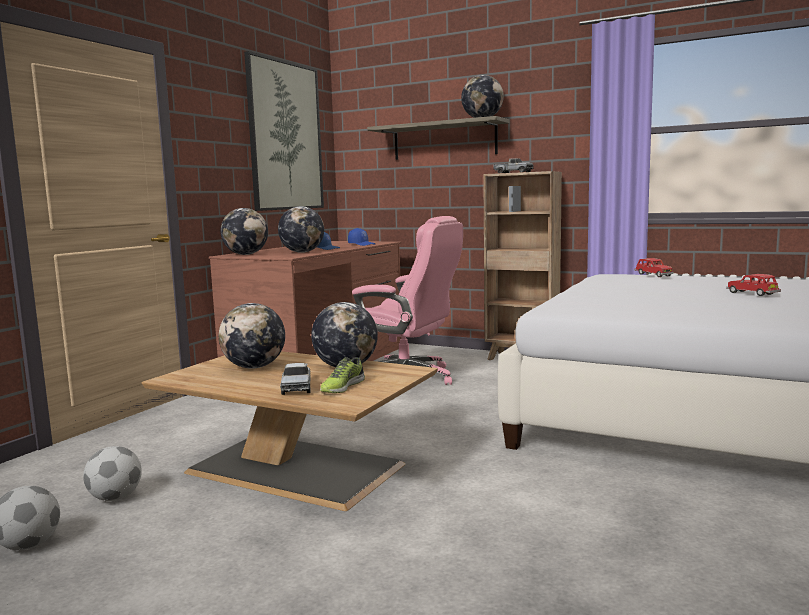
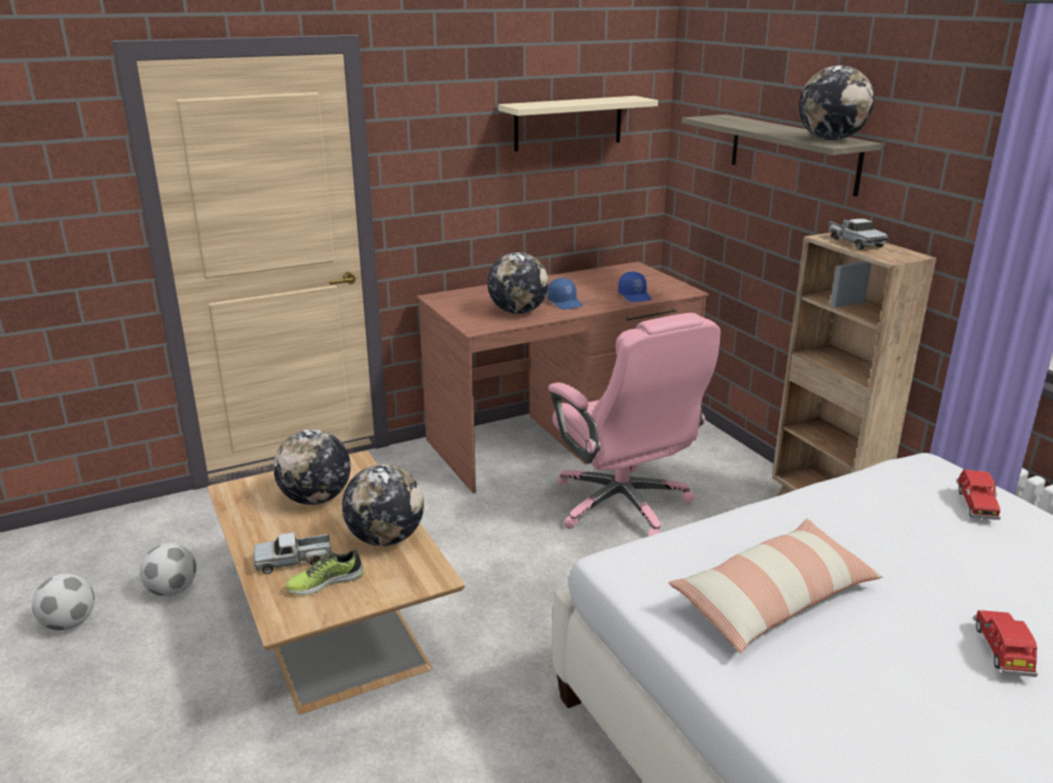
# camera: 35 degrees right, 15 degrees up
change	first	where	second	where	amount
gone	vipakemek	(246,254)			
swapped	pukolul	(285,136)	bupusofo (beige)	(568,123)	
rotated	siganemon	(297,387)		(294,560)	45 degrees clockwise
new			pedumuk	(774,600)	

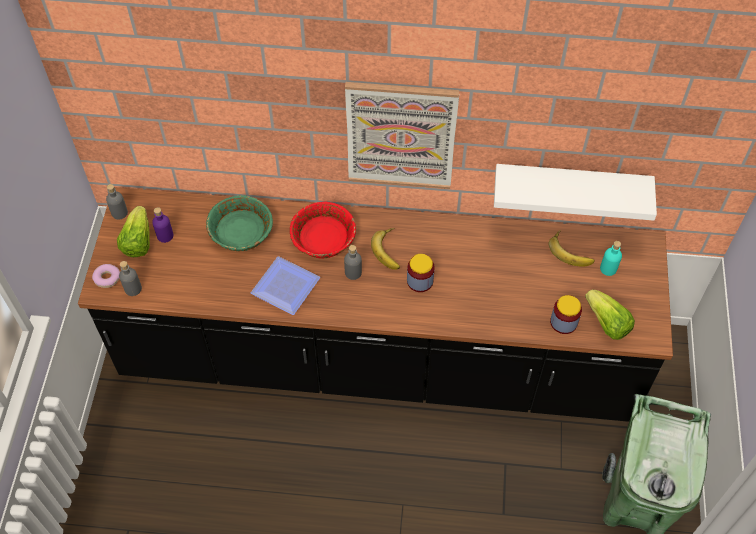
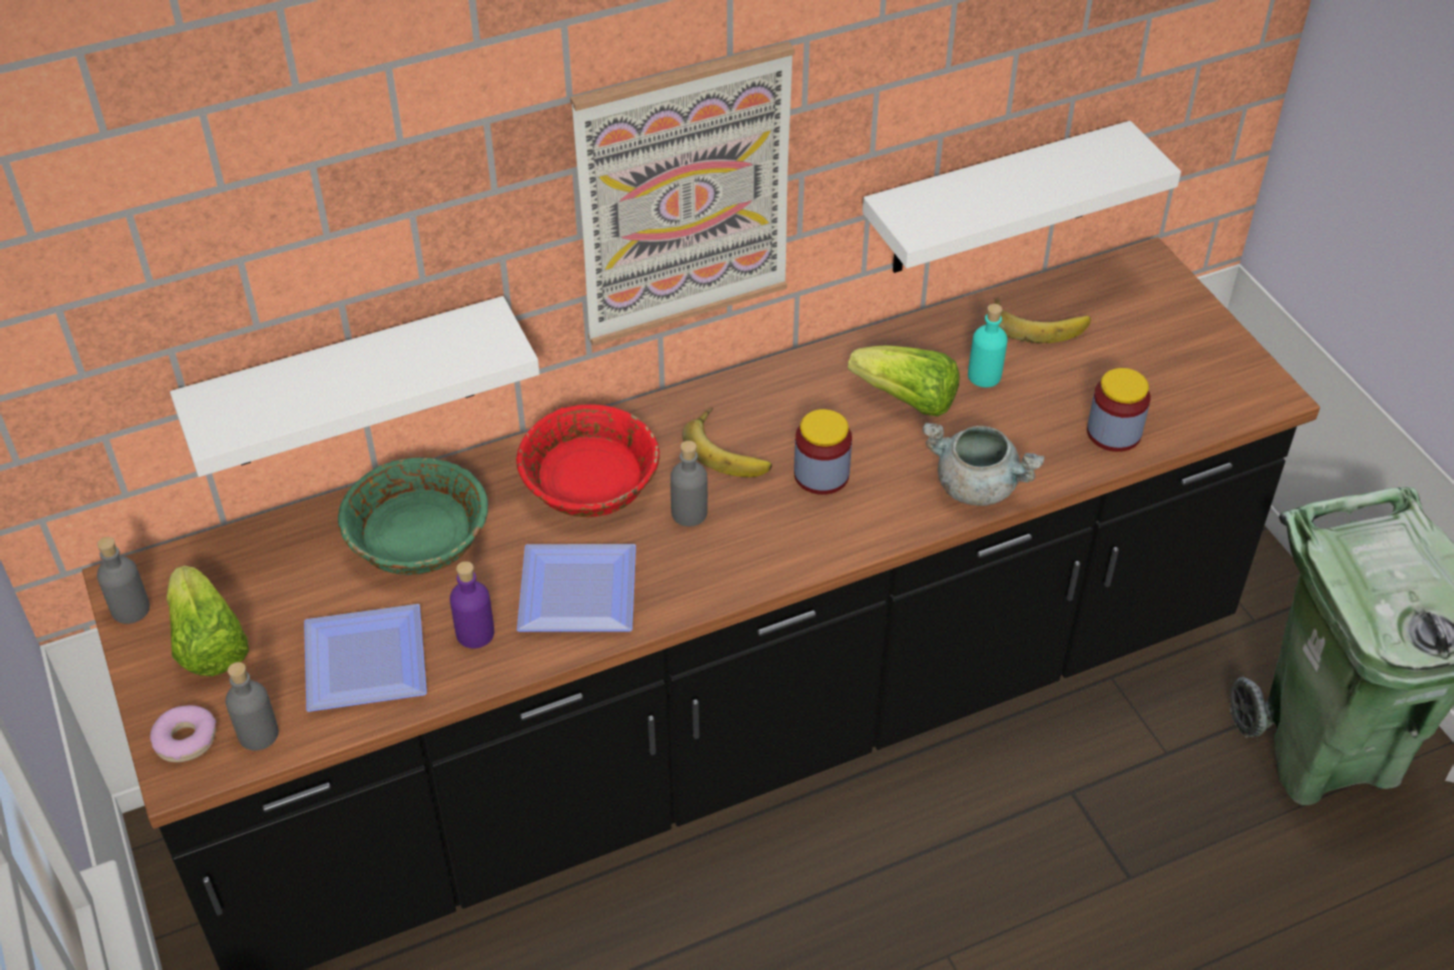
# camera: 30 degrees left, 10 degrees down
change	first	where	second	where	amount
shifted	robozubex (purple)	(165,236)		(475,633)	
shifted	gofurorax	(606,323)		(907,400)	
shifted	robozubex (turquoise)	(608,269)		(984,376)	
new			bupusofo (white)	(350,385)	
new			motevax	(361,659)	
new			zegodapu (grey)	(977,486)	

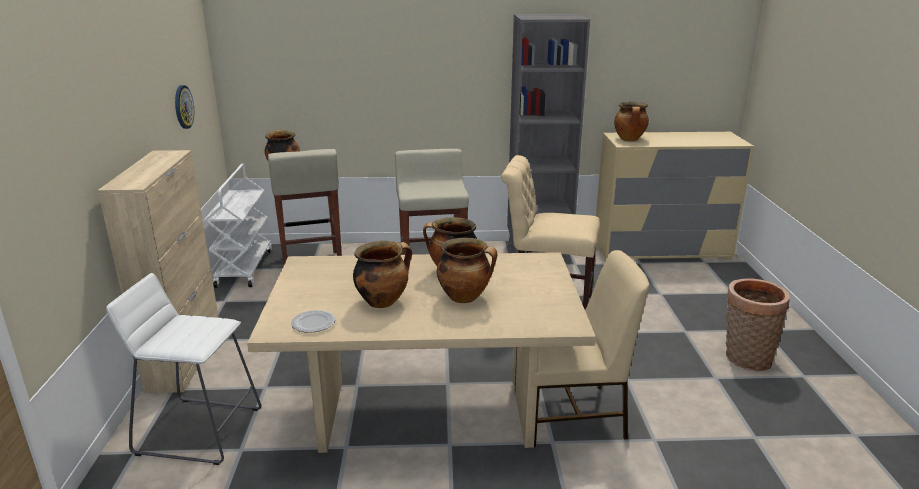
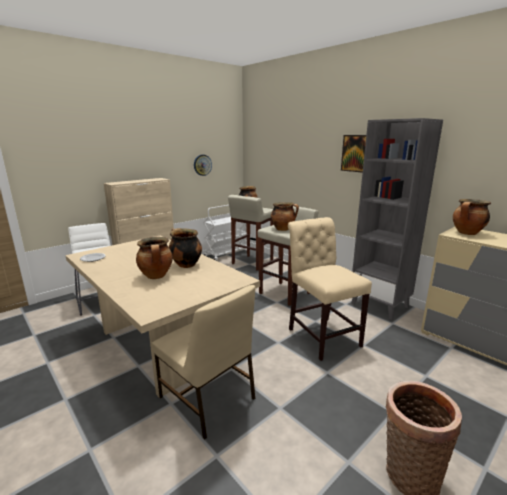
# camera: 50 degrees right, 5 degrees down
change	first	where	second	where	amount
shifted	zegodapu	(383,301)		(283,229)	
new			pukolul	(355,153)	

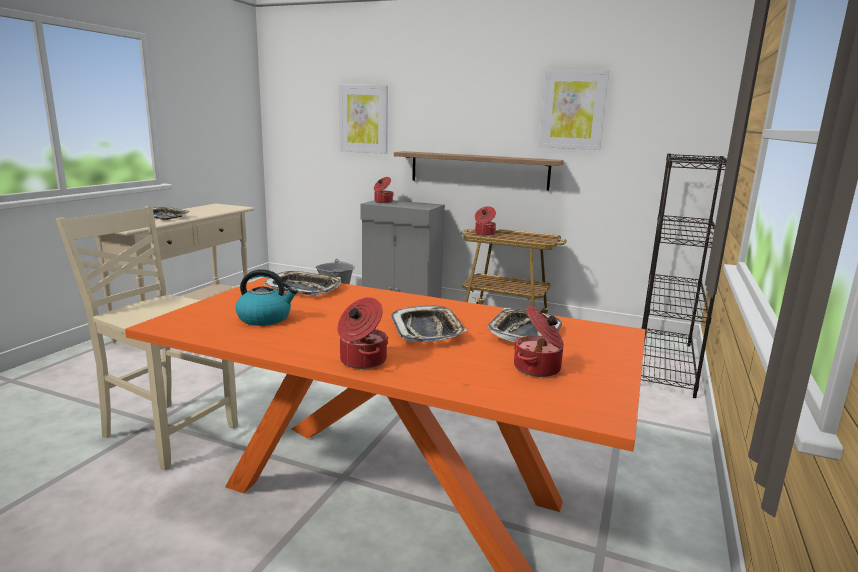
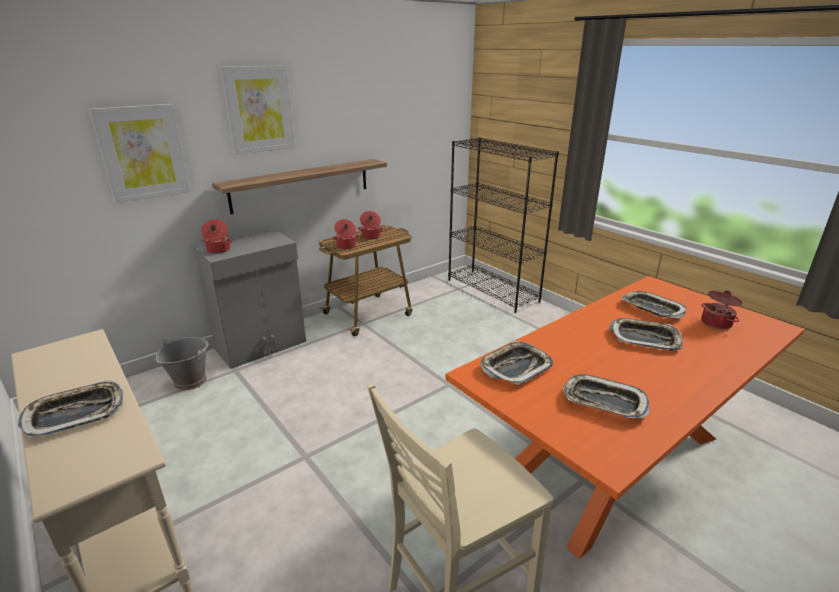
# camera: 60 degrees left, 10 degrees up
change	first	where	second	where	amount
swapped	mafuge	(265,318)	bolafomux	(603,401)	
shifted	zegodapu	(361,360)		(370,237)	
shifted	pukolul	(573,110)		(259,109)	

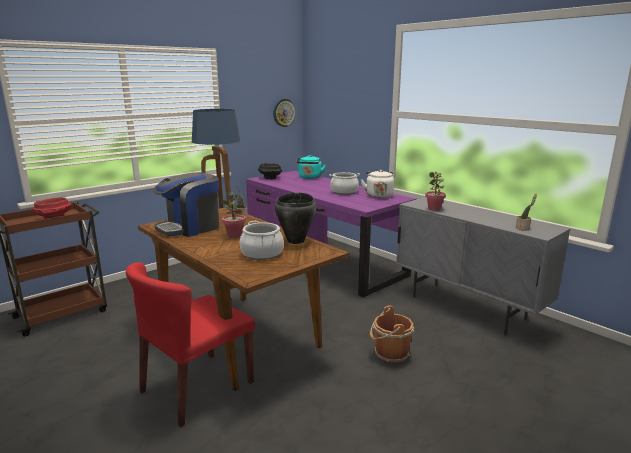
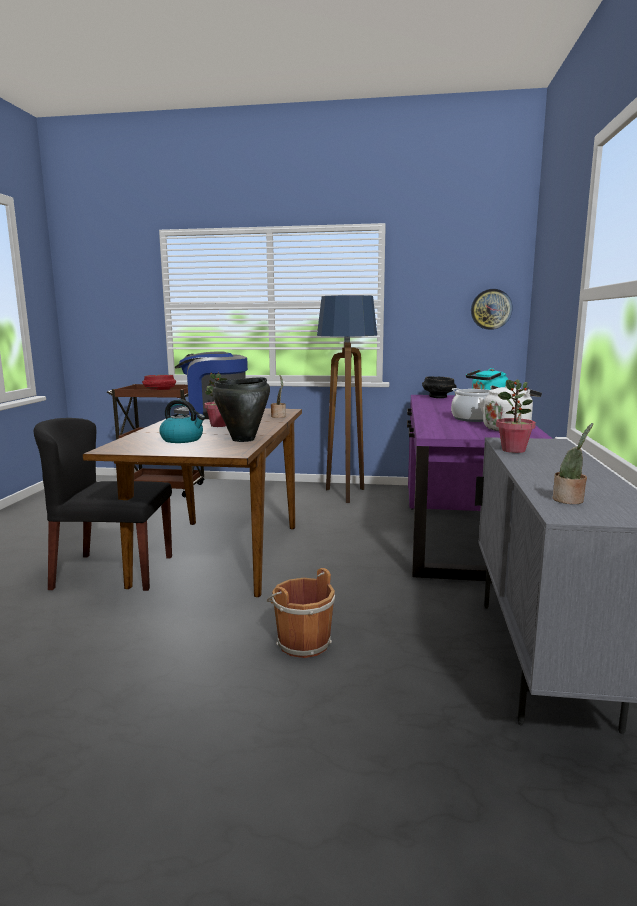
# camera: 50 degrees right, 5 degrees down
change	first	where	second	where	amount
repainted	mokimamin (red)	(197,387)	mokimamin (black)	(113,572)	
swapped	zegodapu	(262,253)	mafuge	(183,439)	

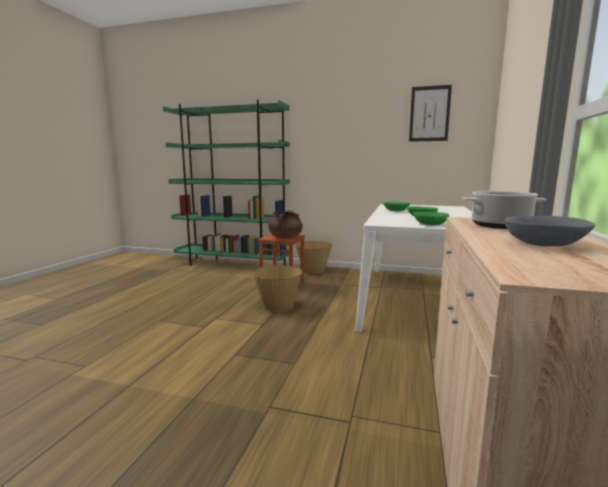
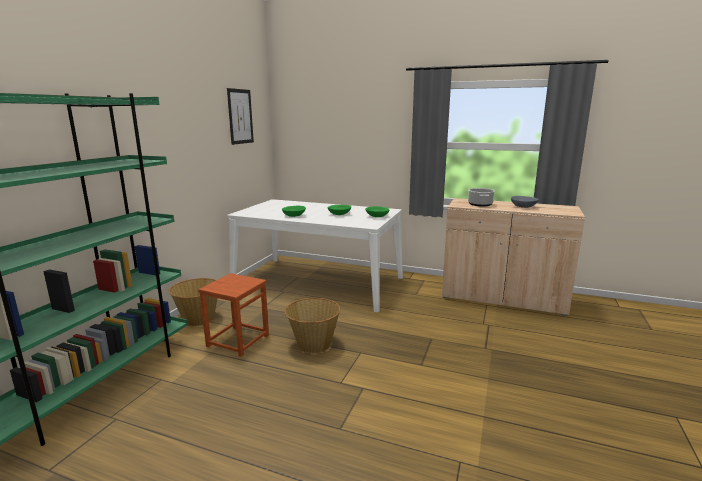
# camera: 85 degrees left, 5 degrees up
change	first	where	second	where	amount
gone	zegodapu (brown)	(285,237)			

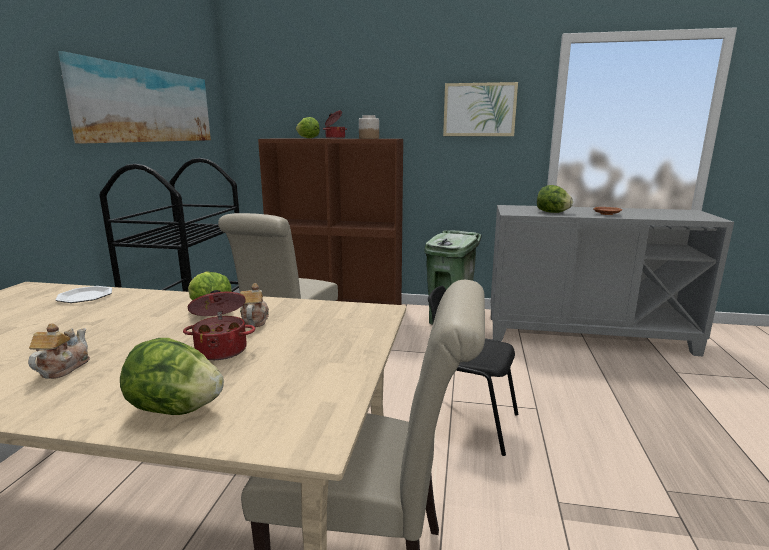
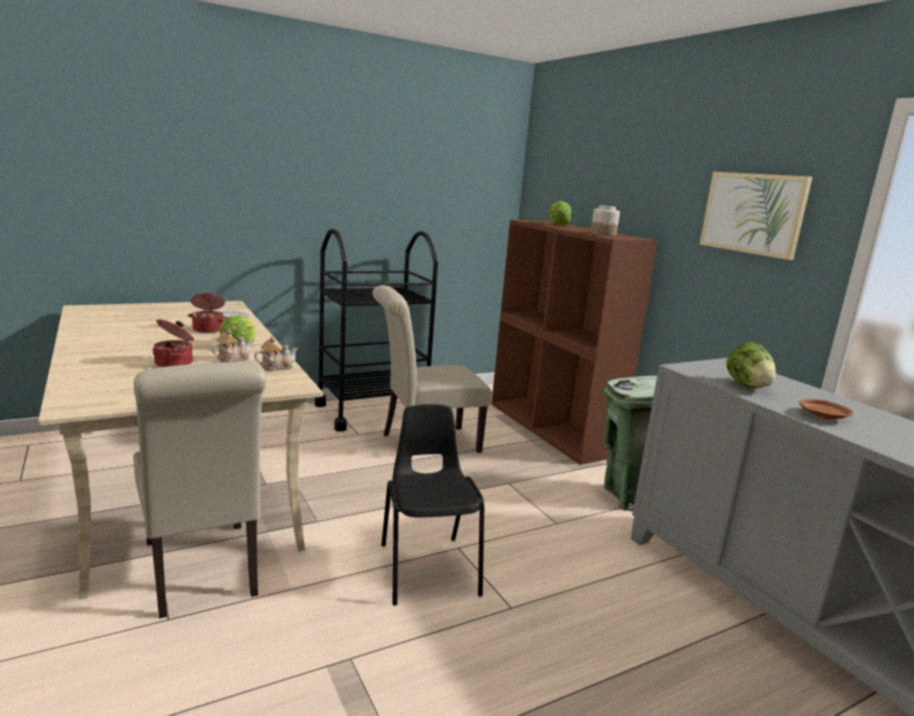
# camera: 50 degrees right, 0 degrees up
change	first	where	second	where	amount
shifted	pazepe	(63,368)		(276,367)	
gone	pukolul	(146,105)			
gone	gofurorax	(175,409)			
shifted	zegodapu	(335,138)		(208,329)	

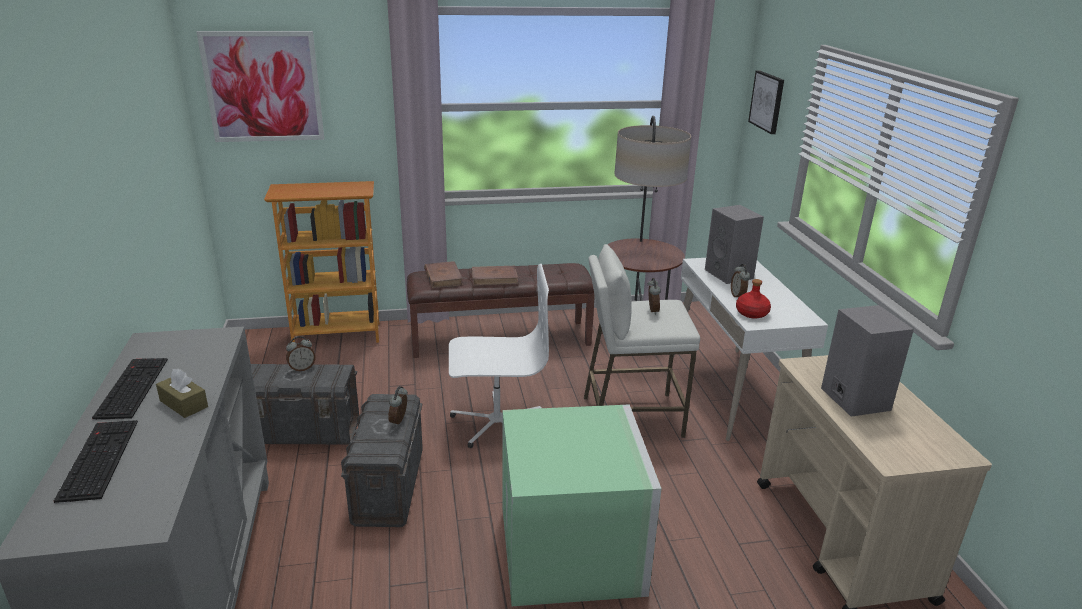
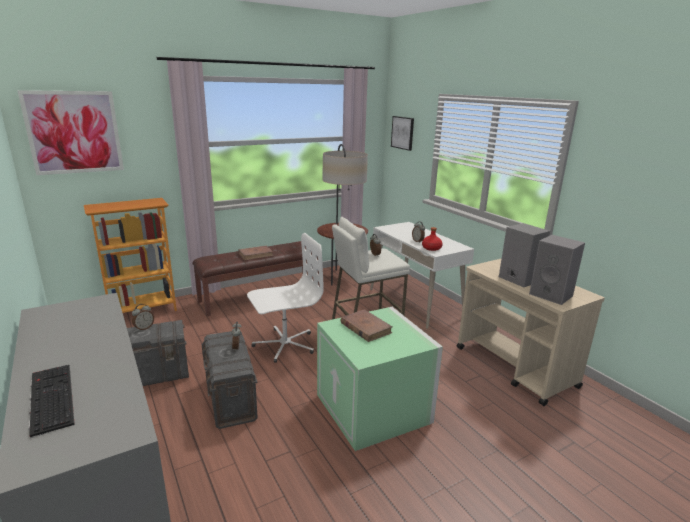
# camera: 20 degrees left, 5 degrees down
change	first	where	second	where	amount
gone	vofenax	(131,387)			
gone	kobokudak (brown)	(184,404)			
shifted	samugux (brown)	(443,277)		(365,328)	
shifted	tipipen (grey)	(730,274)		(552,295)	

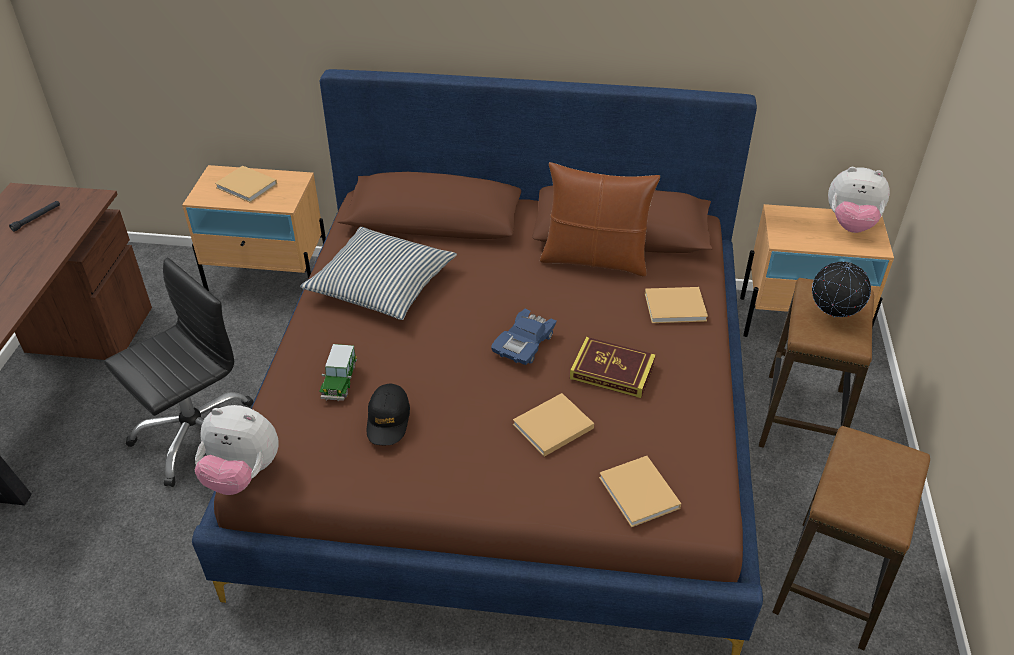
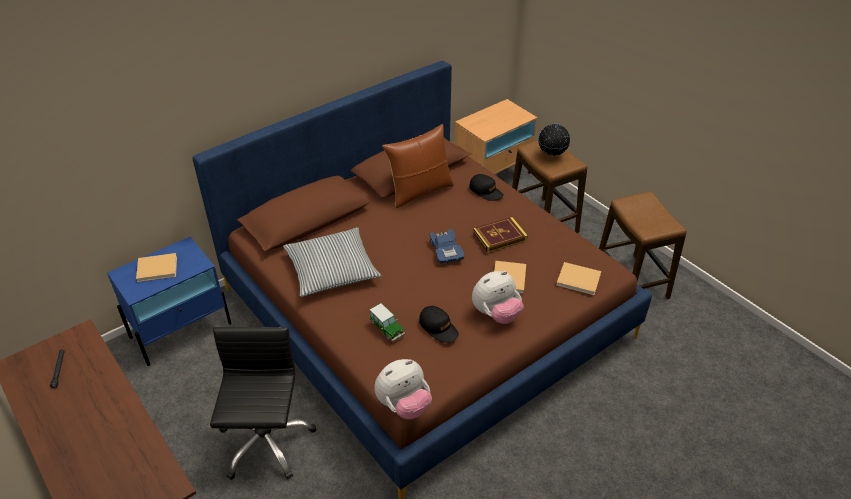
# camera: 45 degrees left, 0 degrees up
change	first	where	second	where	amount
repainted	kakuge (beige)	(269,278)	kakuge (blue)	(181,330)	
swapped	samugux (beige)	(677,307)	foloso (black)	(486,191)	
shifted	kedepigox	(850,224)		(496,314)	

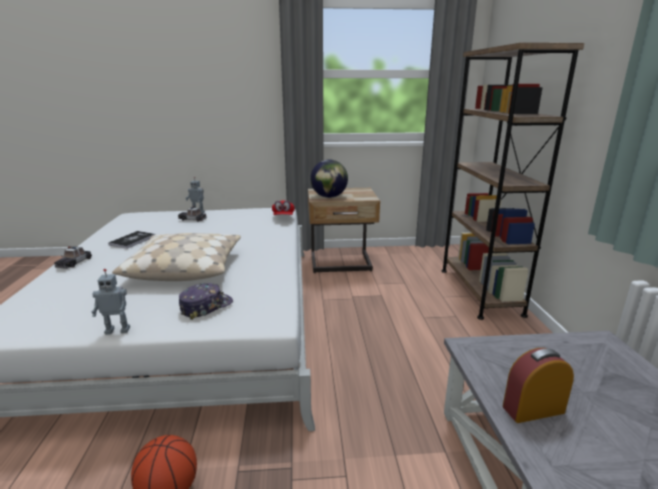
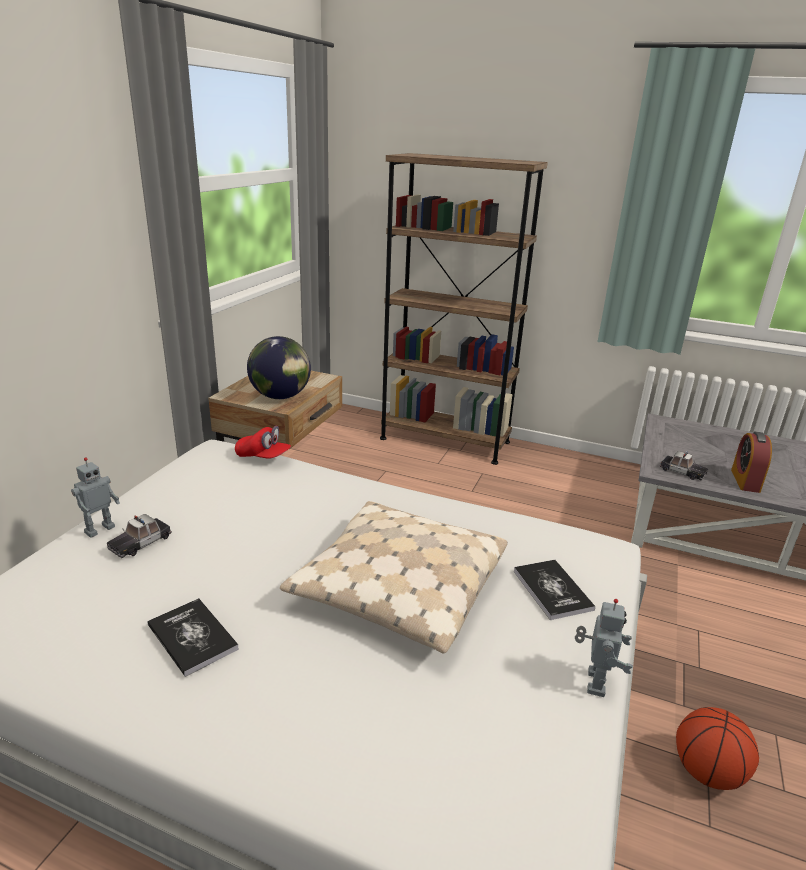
# camera: 65 degrees left, 5 degrees up
change	first	where	second	where	amount
shifted	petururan	(74,262)		(682,471)	
swapped	foloso	(206,307)	samugux	(552,590)	

